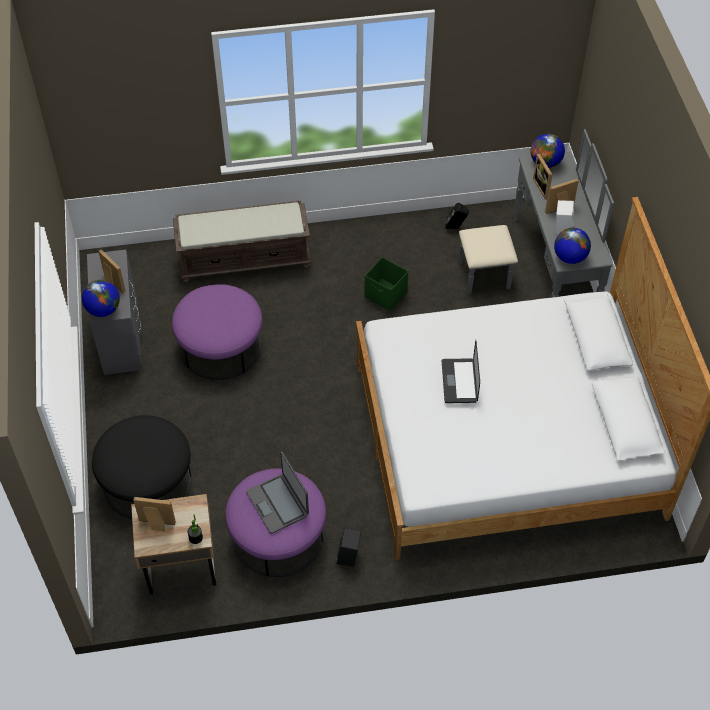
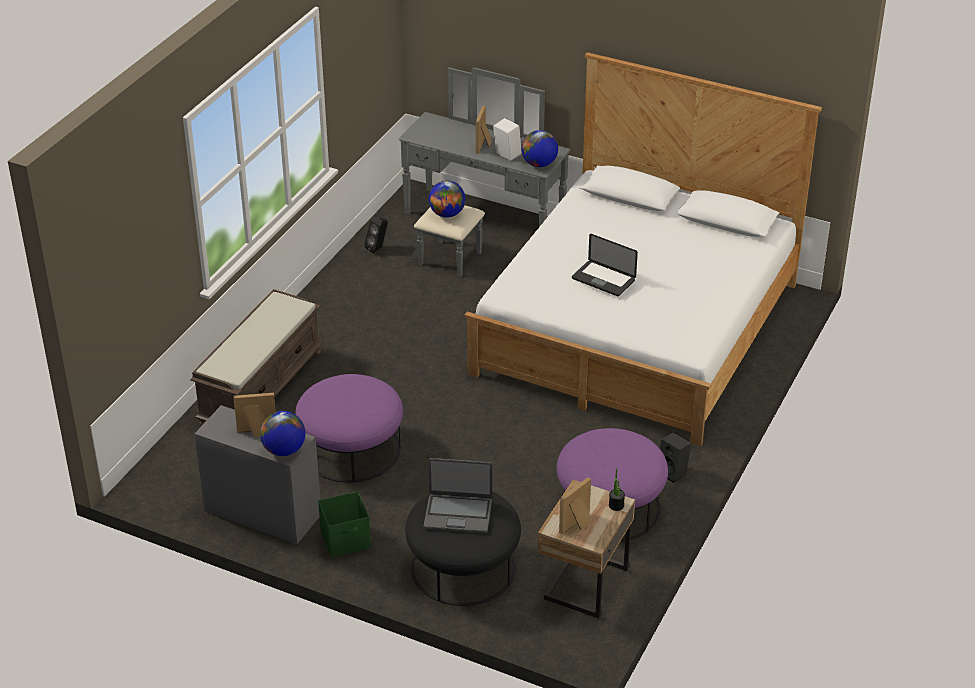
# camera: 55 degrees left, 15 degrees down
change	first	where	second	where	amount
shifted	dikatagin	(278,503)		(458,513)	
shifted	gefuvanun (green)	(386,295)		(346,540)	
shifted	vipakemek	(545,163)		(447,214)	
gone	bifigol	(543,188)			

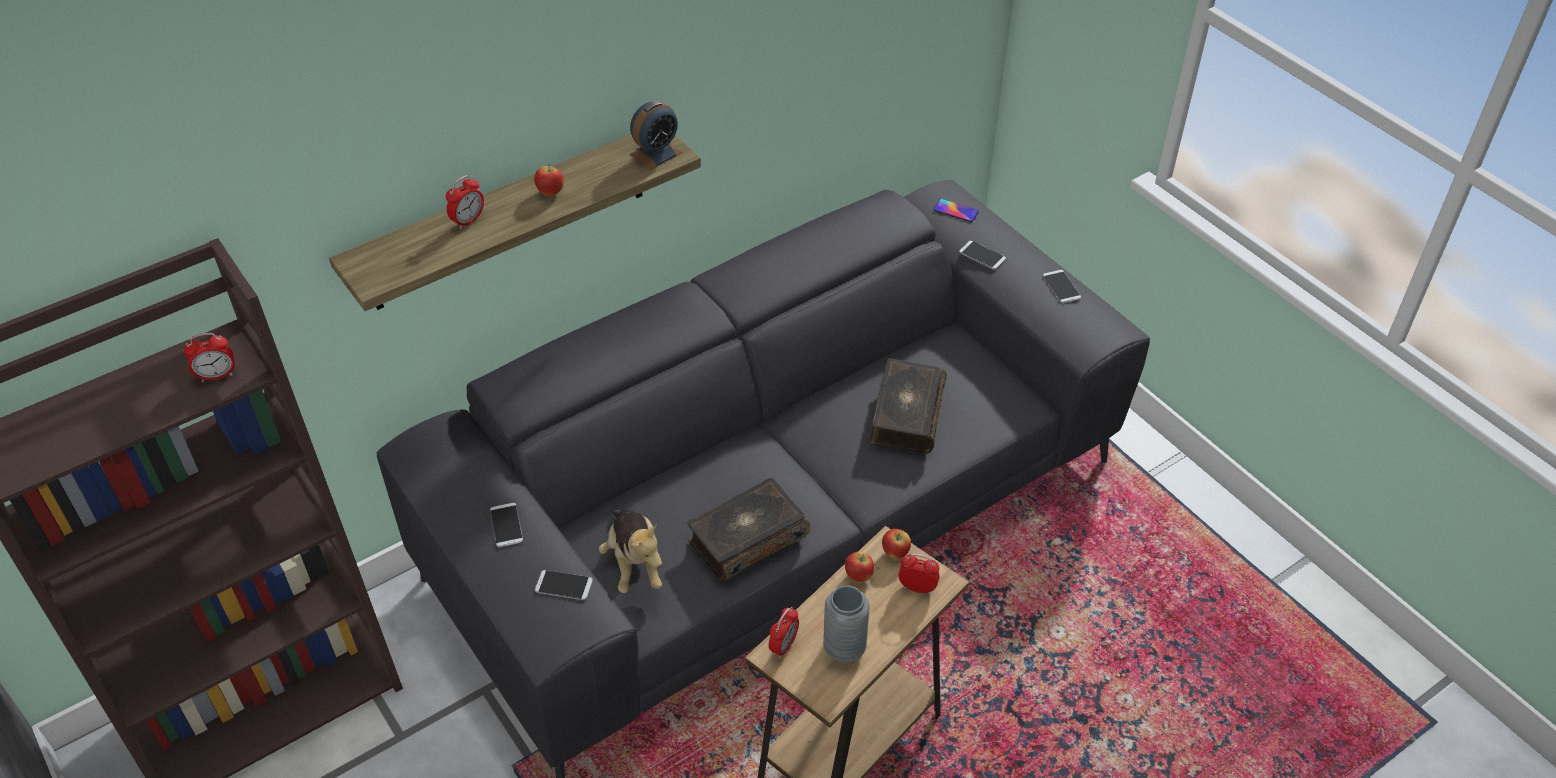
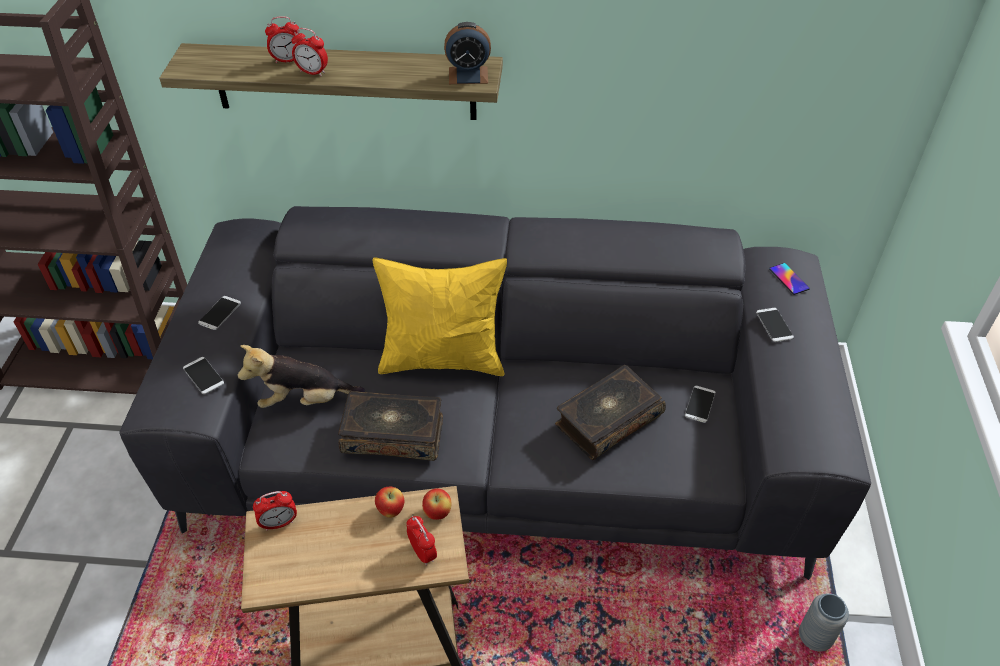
# camera: 40 degrees right, 0 degrees up
change	first	where	second	where	amount
shifted	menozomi	(217,376)		(312,72)	
gone	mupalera	(550,193)			
rotated	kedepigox	(634,563)		(304,400)	60 degrees clockwise
shifted	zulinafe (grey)	(844,648)		(814,638)	
shifted	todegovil	(1061,287)		(700,404)	
new			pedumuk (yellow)	(443,359)	

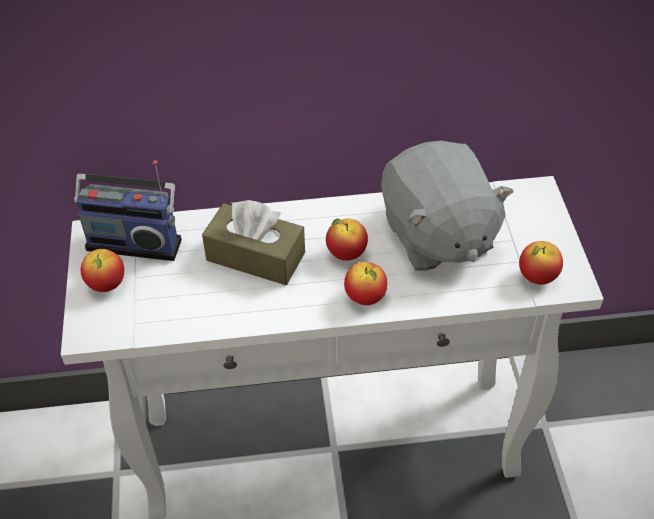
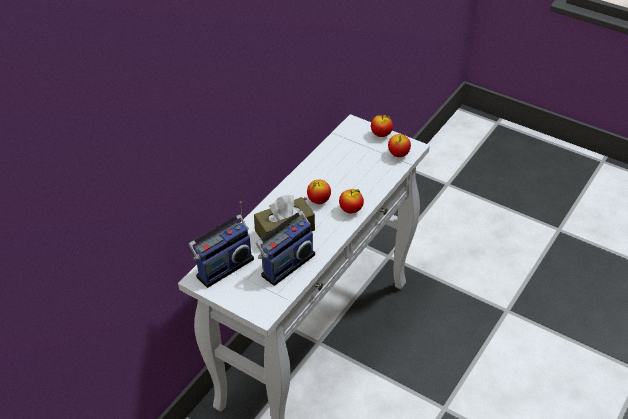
# camera: 50 degrees left, 5 degrees down
change	first	where	second	where	amount
shifted	mupalera	(106,285)		(381,134)	
gone	kedepigox (grey)	(436,236)			
new			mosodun	(286,264)	

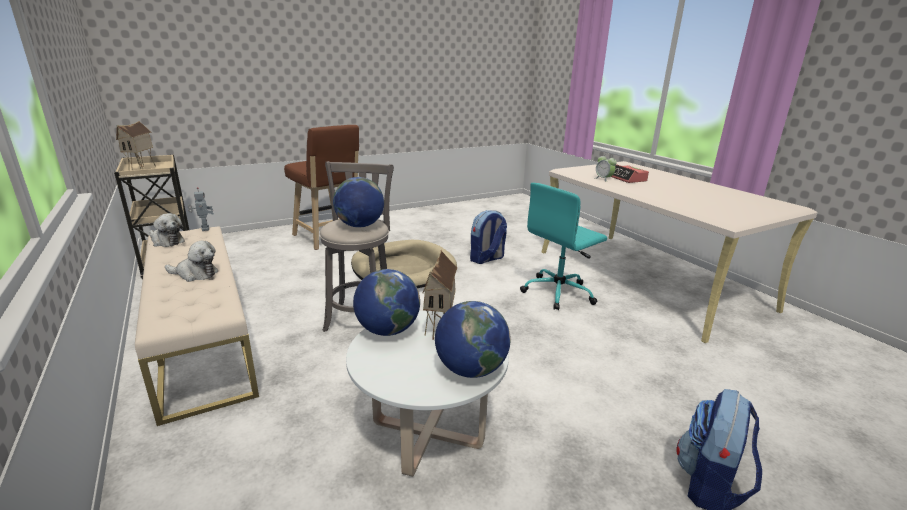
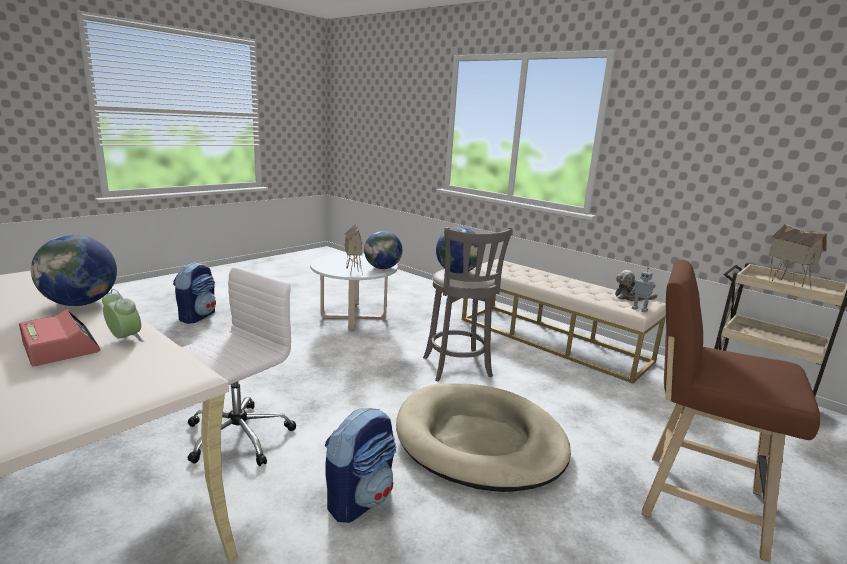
# camera: 160 degrees right, 5 degrees down
change	first	where	second	where	amount
gone	kedepigox	(195,274)			
shifted	vipakemek	(470,369)		(81,303)	
repainted	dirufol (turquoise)	(559,292)	dirufol (white)	(236,437)	

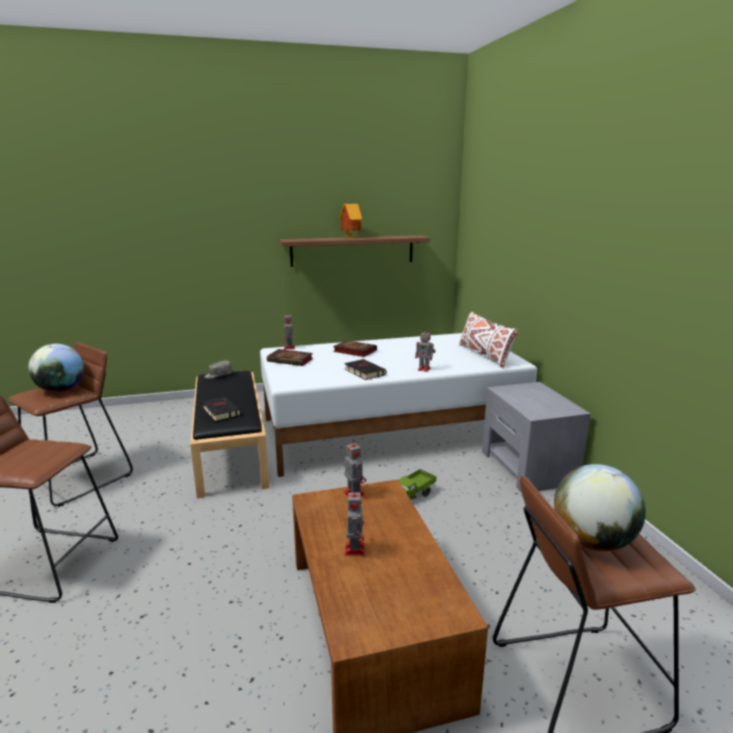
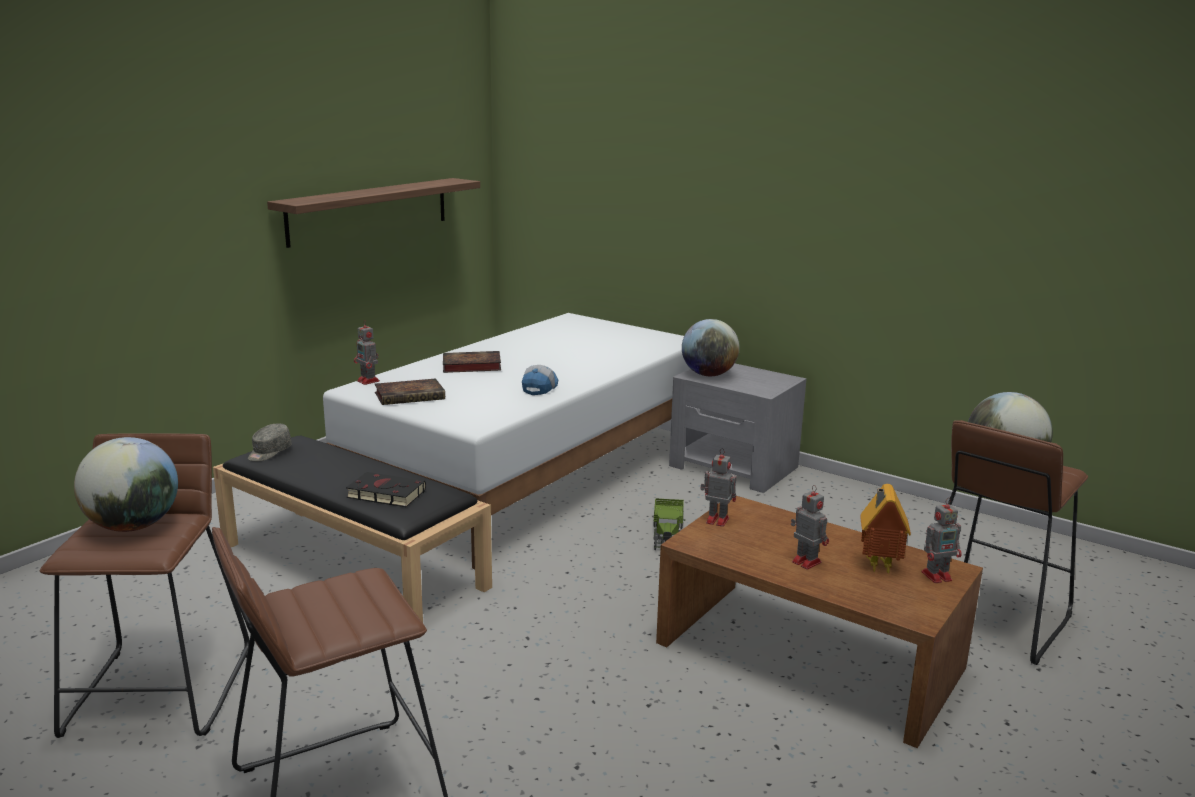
# camera: 40 degrees left, 0 degrees up
change	first	where	second	where	amount
shifted	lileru	(350,238)		(877,566)	
swapped	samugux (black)	(363,372)	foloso	(539,387)	
shifted	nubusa	(424,369)		(938,576)	
gone	pedumuk (white)	(484,355)			
new			vipakemek	(708,374)	

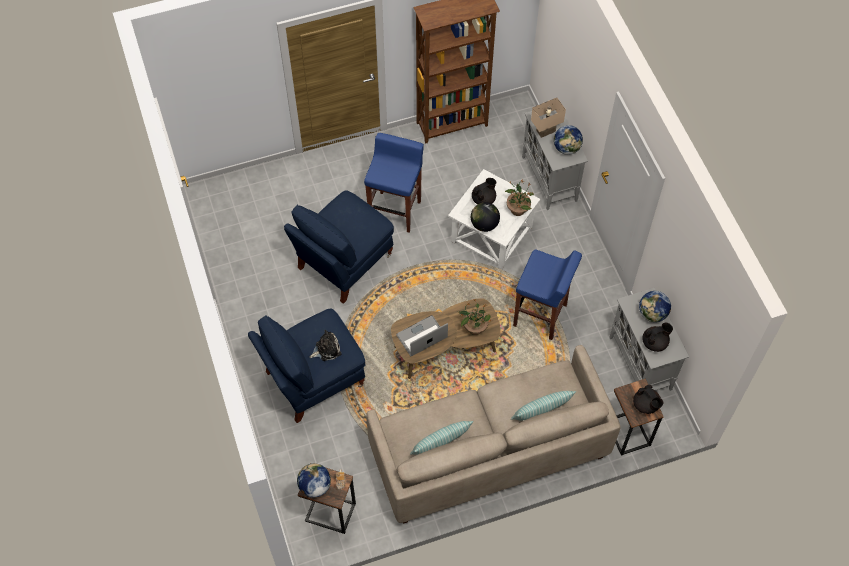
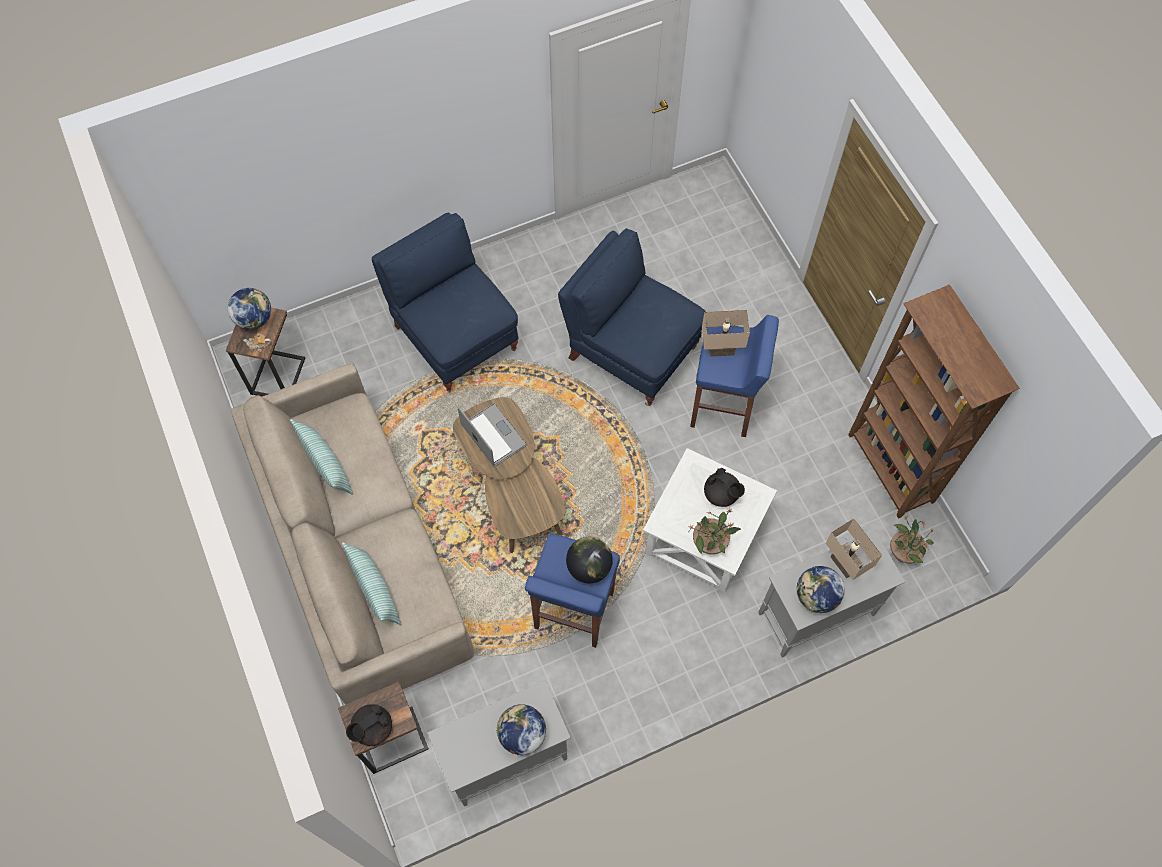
# camera: 85 degrees right, 5 degrees up
change	first	where	second	where	amount
gone	kedepigox	(326,349)			
shifted	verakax	(474,327)		(903,551)	
shifted	vipakemek	(484,225)		(589,567)	
gone	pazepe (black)	(655,342)			
new			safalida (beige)	(721,350)	

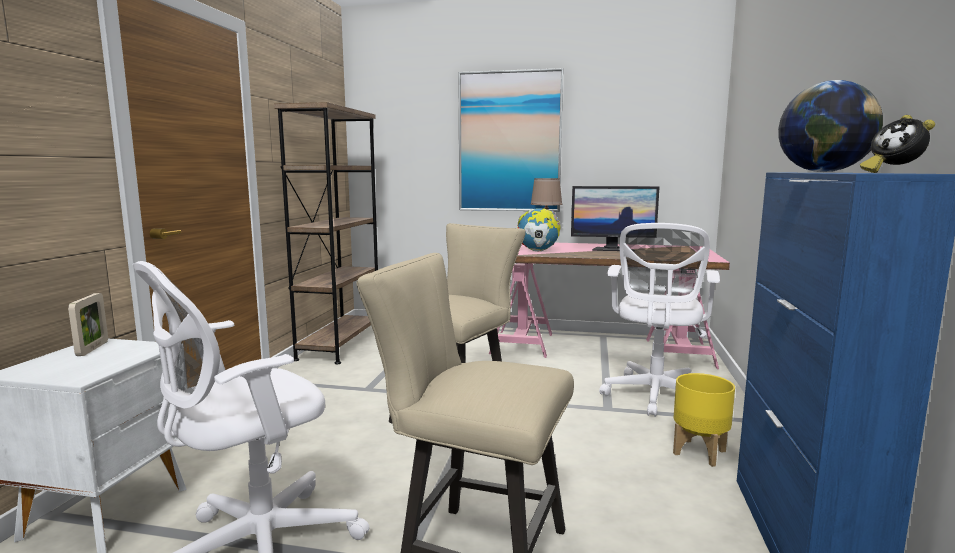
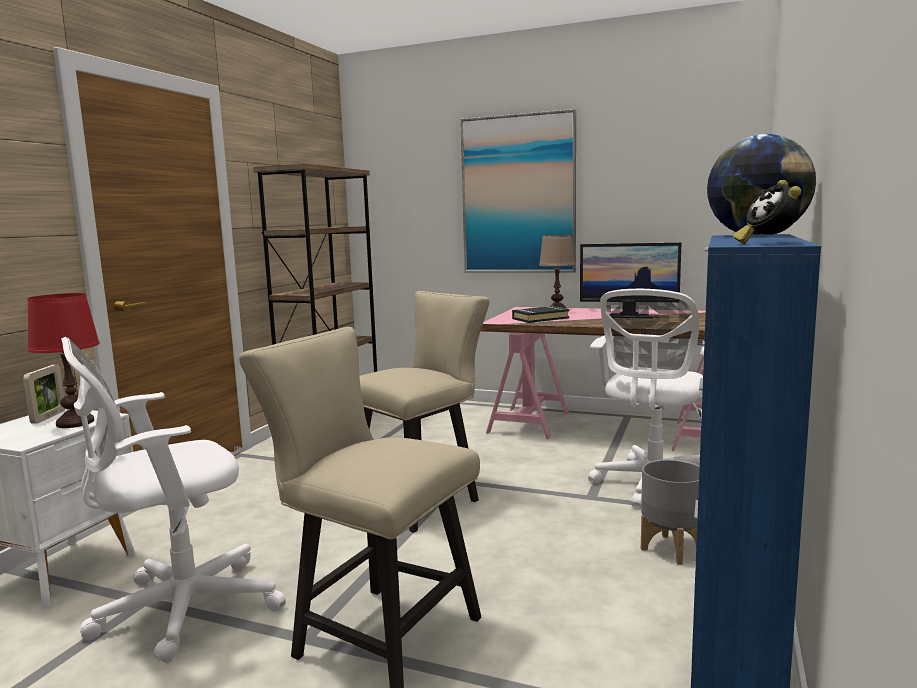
# camera: 10 degrees right, 0 degrees up
change	first	where	second	where	amount
swapped	vipakemek	(538,251)	samugux (black)	(540,318)	
repainted	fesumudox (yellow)	(700,452)	fesumudox (grey)	(672,549)	
new			safalida (red)	(75,423)	

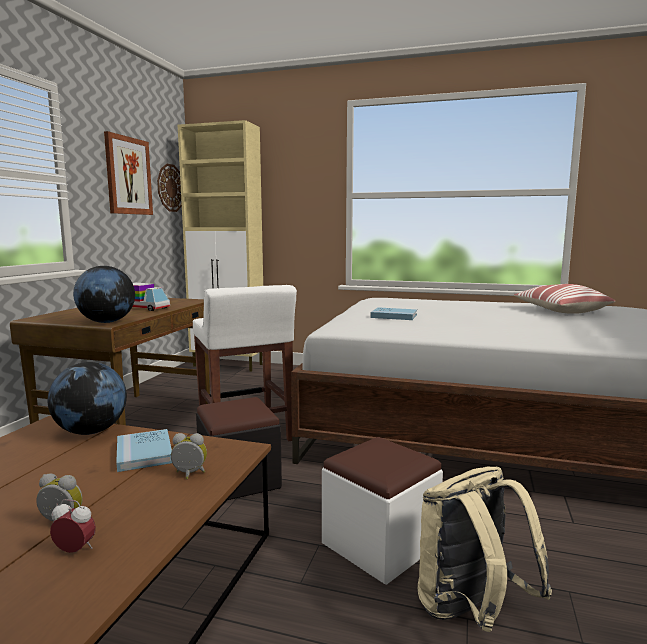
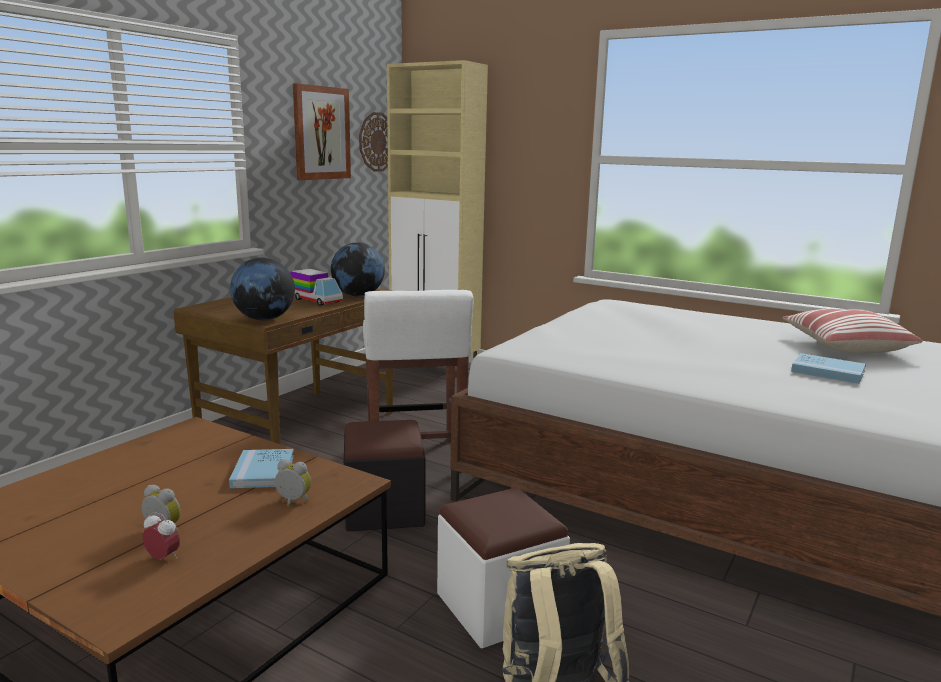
# camera: 15 degrees right, 5 degrees up
change	first	where	second	where	amount
shifted	vipakemek	(91,431)		(358,295)	
shifted	samugux (blue)	(394,316)		(827,371)	

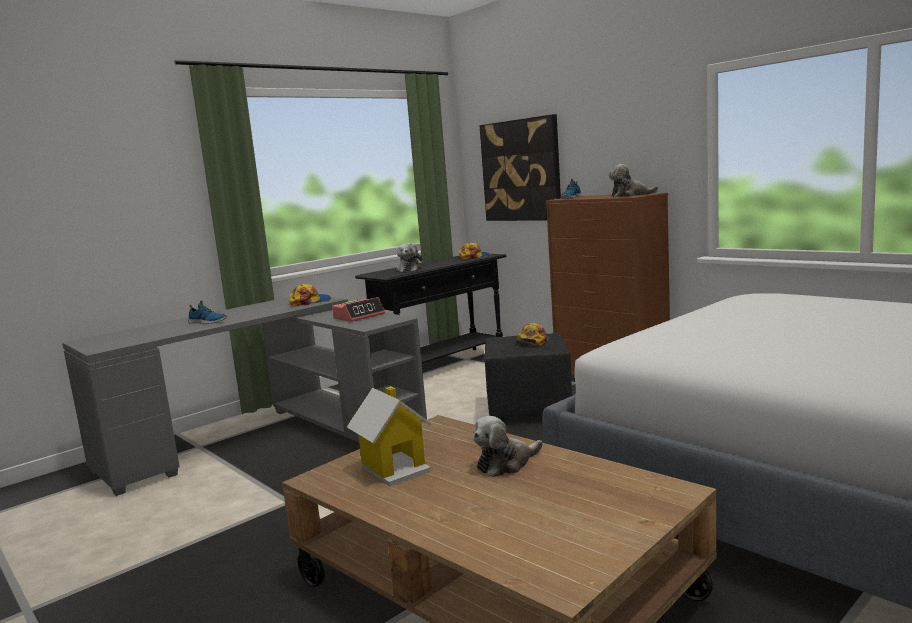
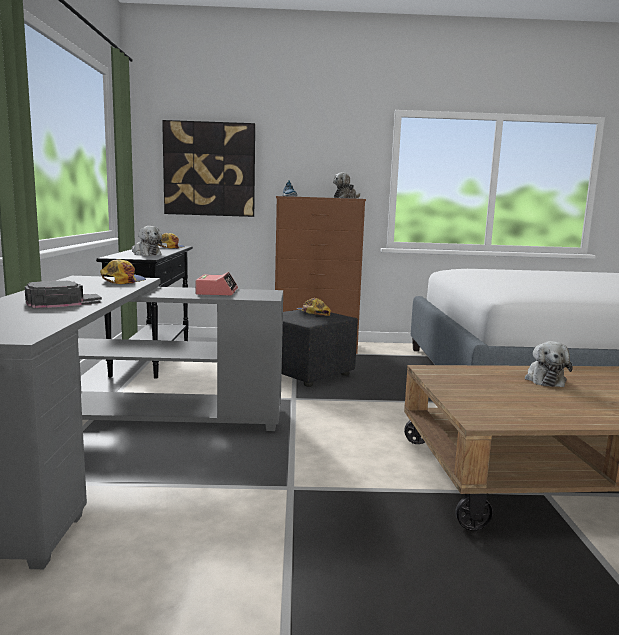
# camera: 50 degrees left, 0 degrees up
change	first	where	second	where	amount
swapped	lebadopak	(207,322)	foloso (black)	(63,302)	
gone	lileru	(395,468)			

